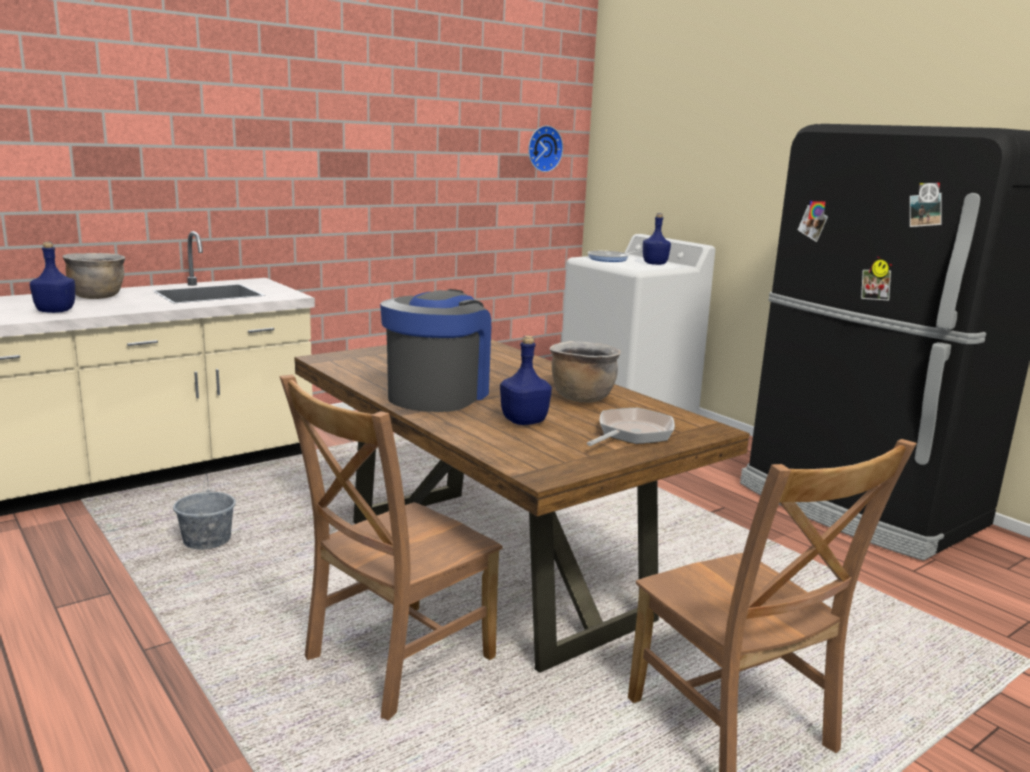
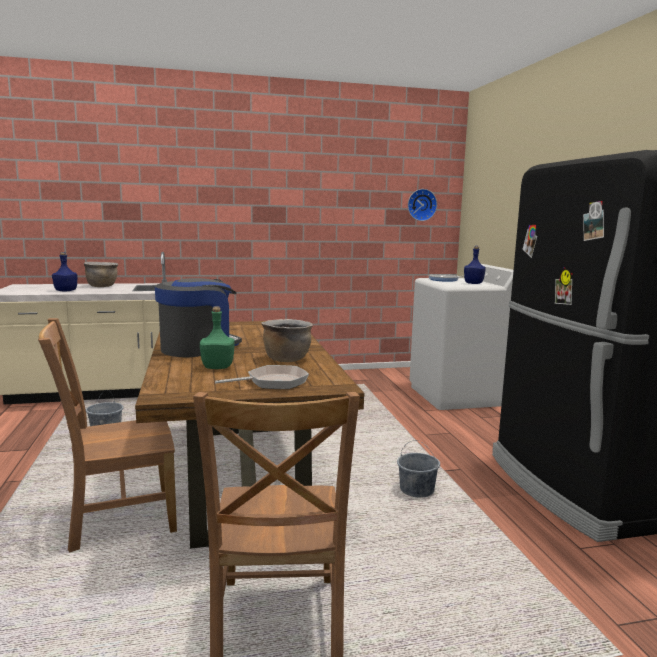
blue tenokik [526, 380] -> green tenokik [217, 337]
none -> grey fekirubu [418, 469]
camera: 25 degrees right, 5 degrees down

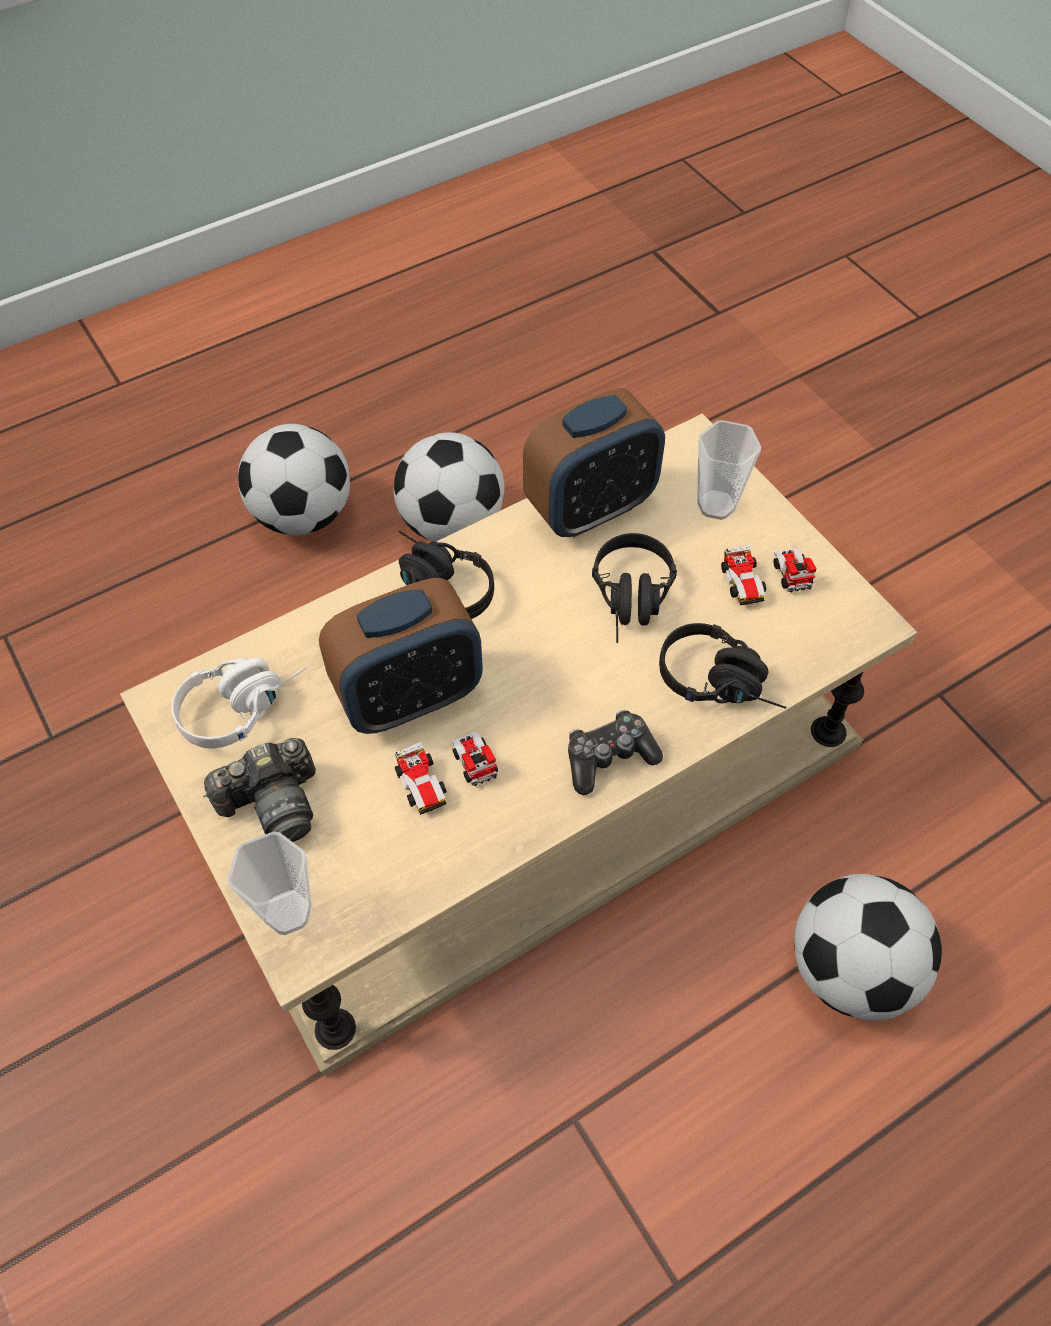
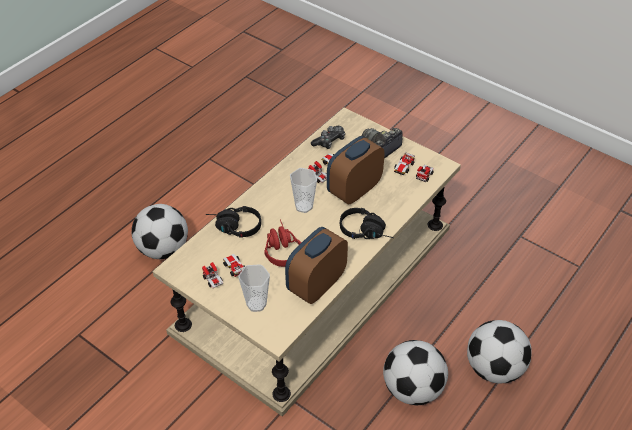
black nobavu [634, 588] -> red nobavu [283, 243]
white nobavu [239, 703] -> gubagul [414, 167]
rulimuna [615, 752] -> rulimuna [328, 137], move
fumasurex [269, 883] -> fumasurex [303, 190], move
camera: 160 degrees right, 10 degrees down

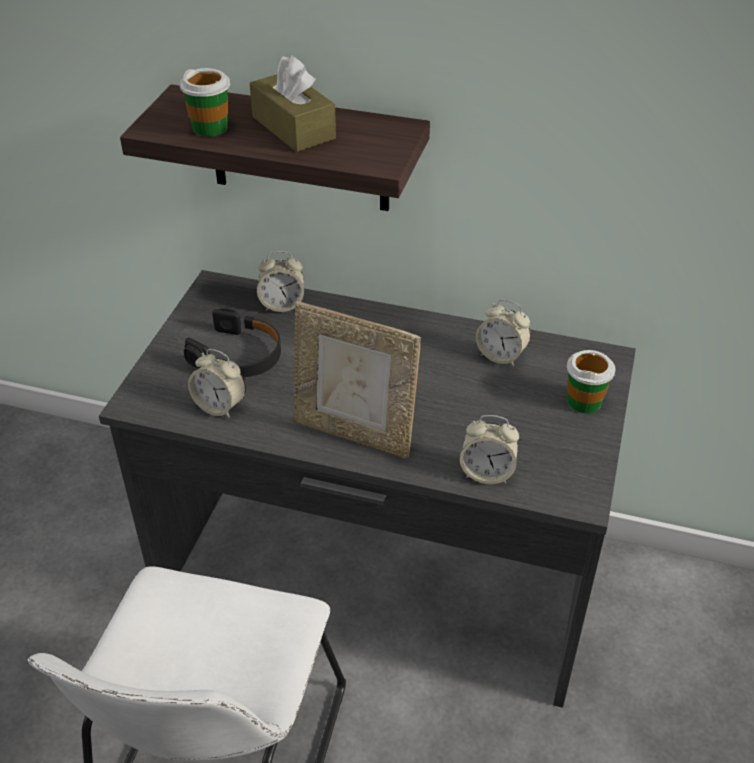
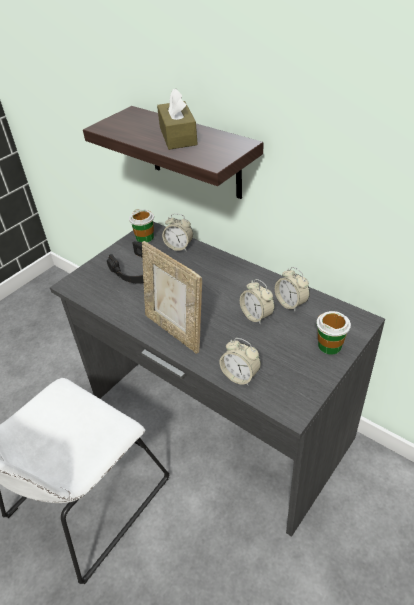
fumasurex [204, 102] -> fumasurex [141, 226], move
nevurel [217, 383] -> nevurel [257, 302], move
camera: 25 degrees right, 0 degrees up

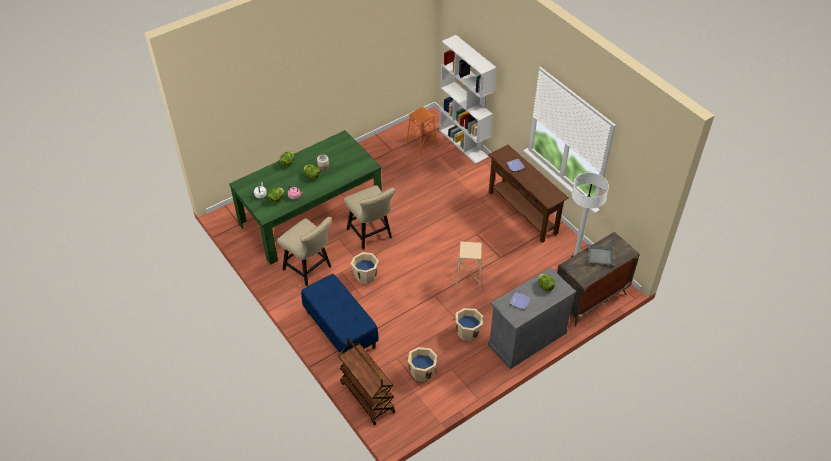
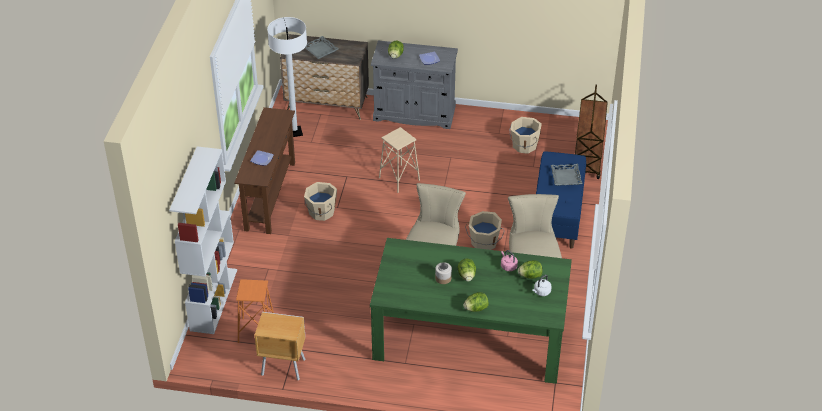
beige fekirubu [469, 324] -> beige fekirubu [320, 201], move
none -> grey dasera [567, 175]
none -> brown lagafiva [280, 346]
camera: 135 degrees left, 5 degrees down

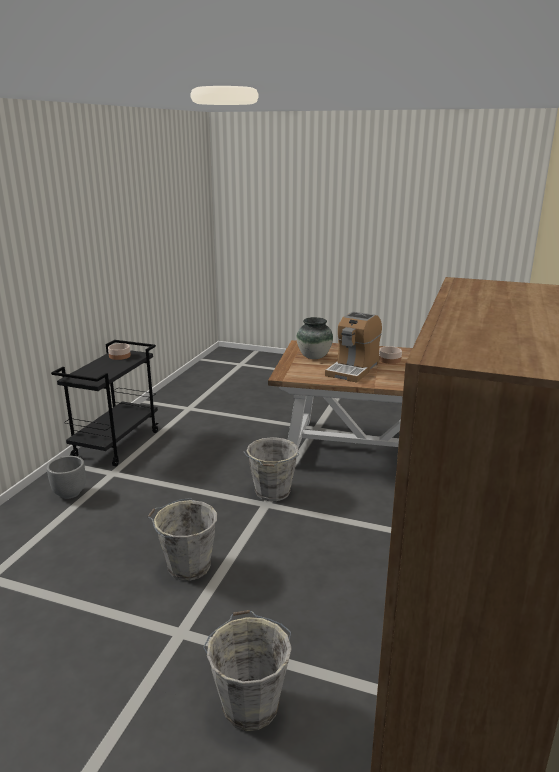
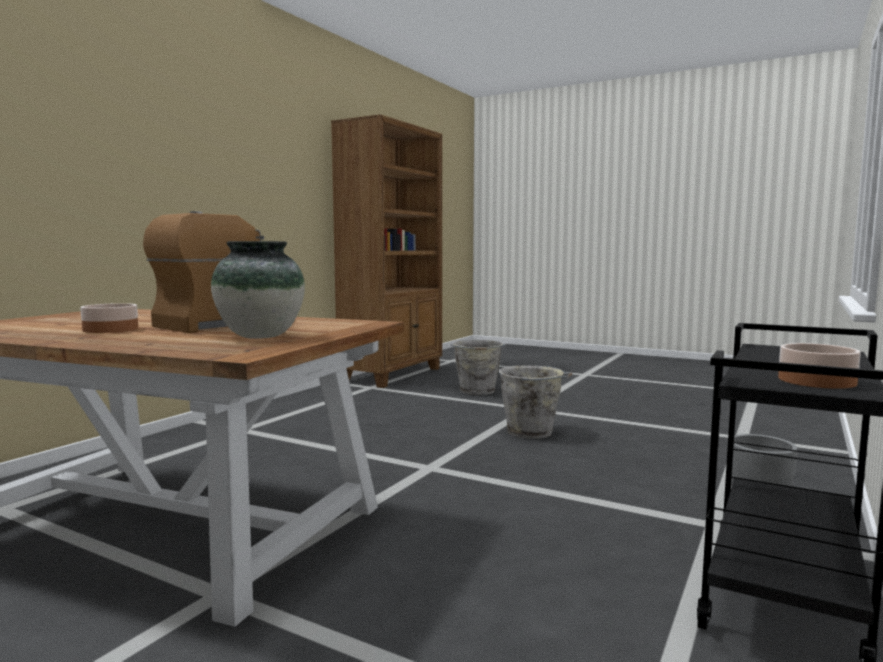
grey fekirubu [271, 469] -> none
camera: 170 degrees left, 15 degrees down

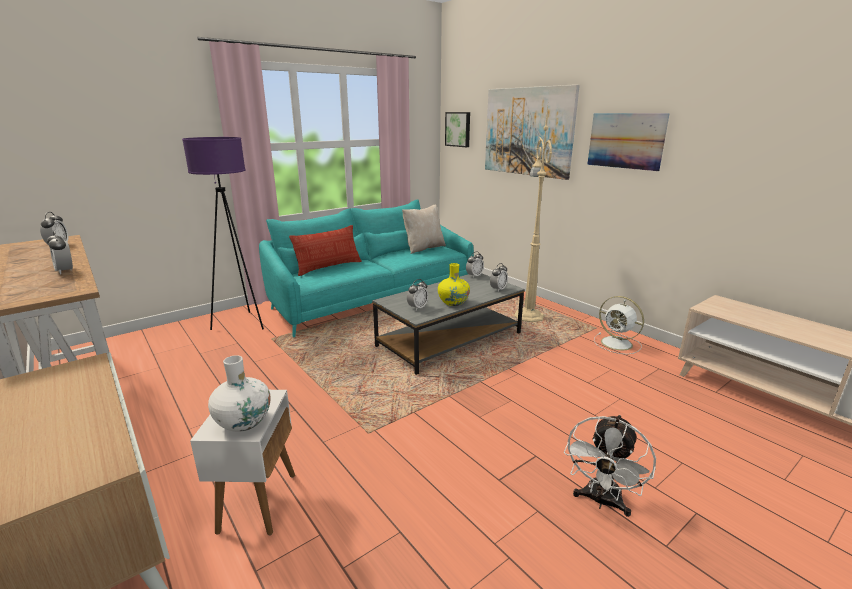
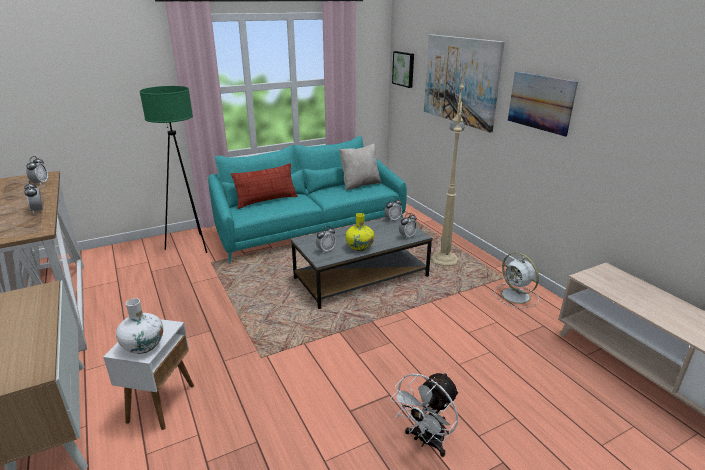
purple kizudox [223, 233] -> green kizudox [173, 169]
camera: 10 degrees right, 5 degrees up

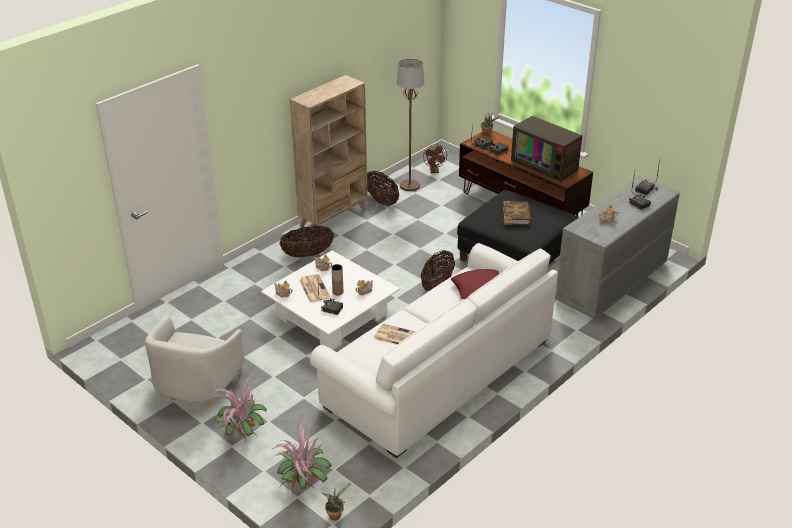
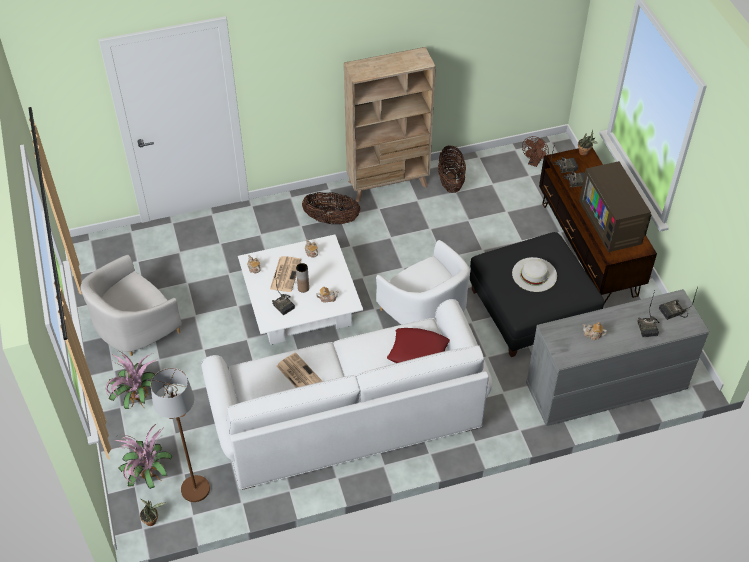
brown kizudox [410, 125] -> brown kizudox [180, 435], move
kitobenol [517, 213] -> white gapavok [534, 274]
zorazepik [437, 270] -> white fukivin [423, 282]
camera: 30 degrees right, 15 degrees up

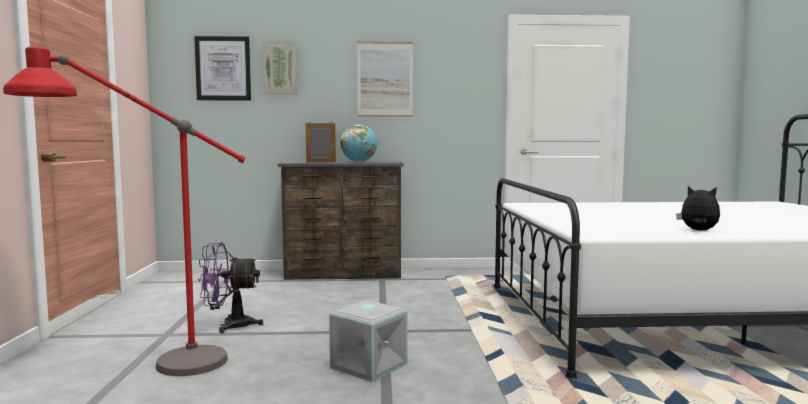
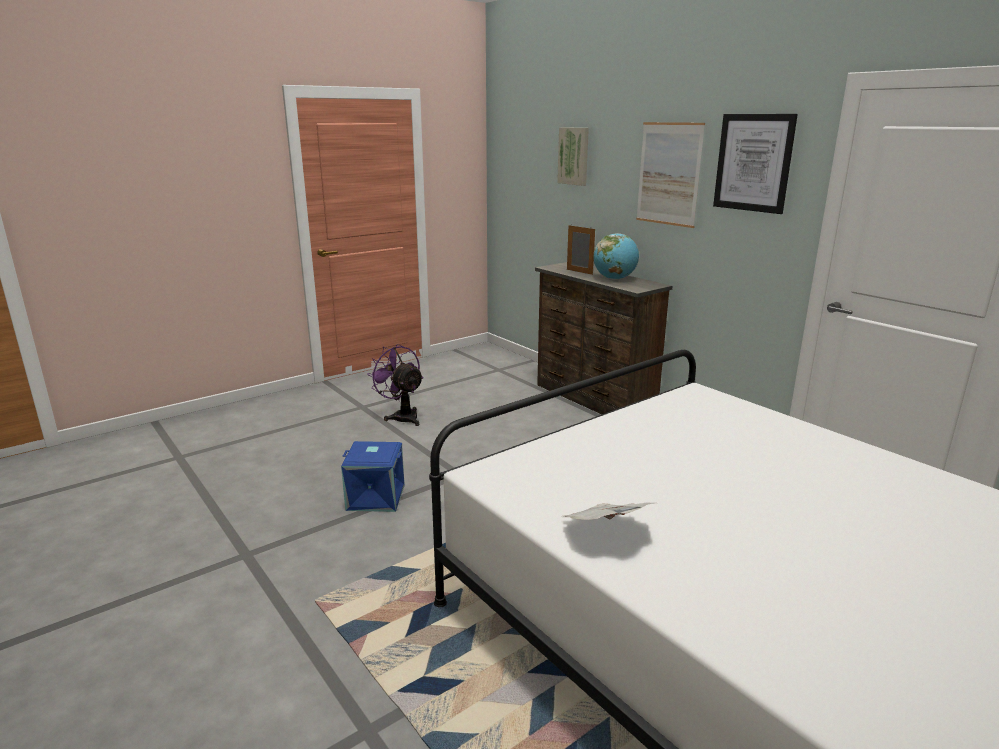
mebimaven [222, 68] -> mebimaven [755, 164], move
red kizudox [124, 211] -> none
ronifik [698, 208] -> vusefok [609, 511]
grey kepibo [368, 341] -> blue kepibo [373, 476]
camera: 55 degrees right, 15 degrees up

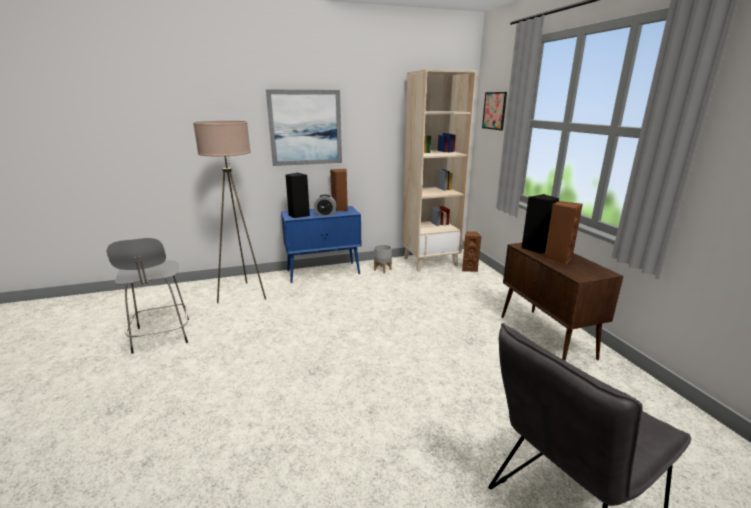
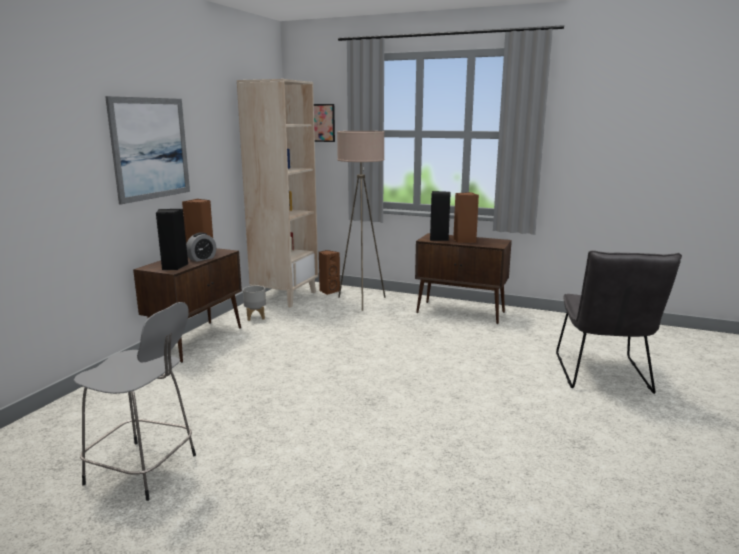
beige kizudox [229, 212] -> beige kizudox [361, 221], move
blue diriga [321, 244] -> brown diriga [187, 305]
camera: 50 degrees left, 5 degrees down

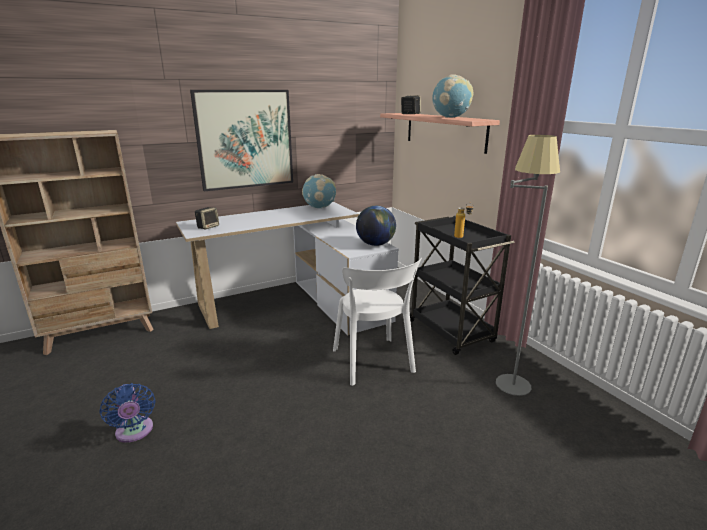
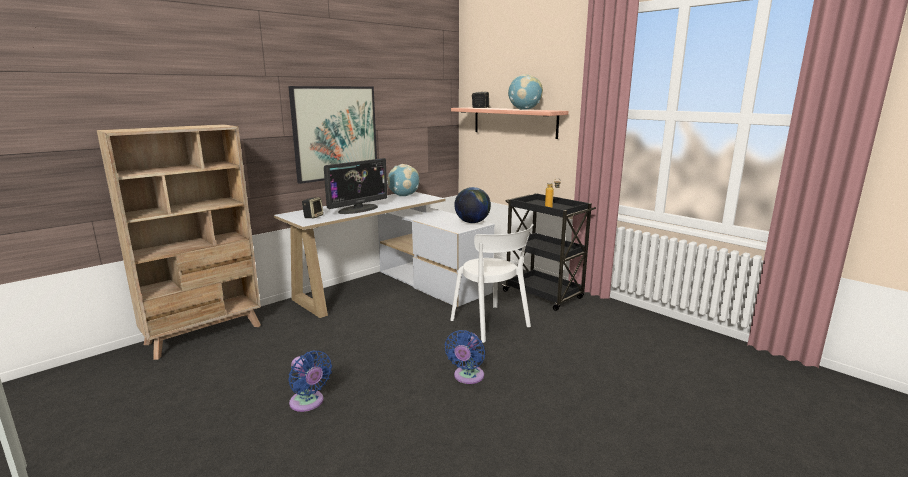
grey kizudox [528, 265] -> none
none -> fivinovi [355, 186]
none -> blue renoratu [465, 357]
camera: 15 degrees left, 5 degrees down

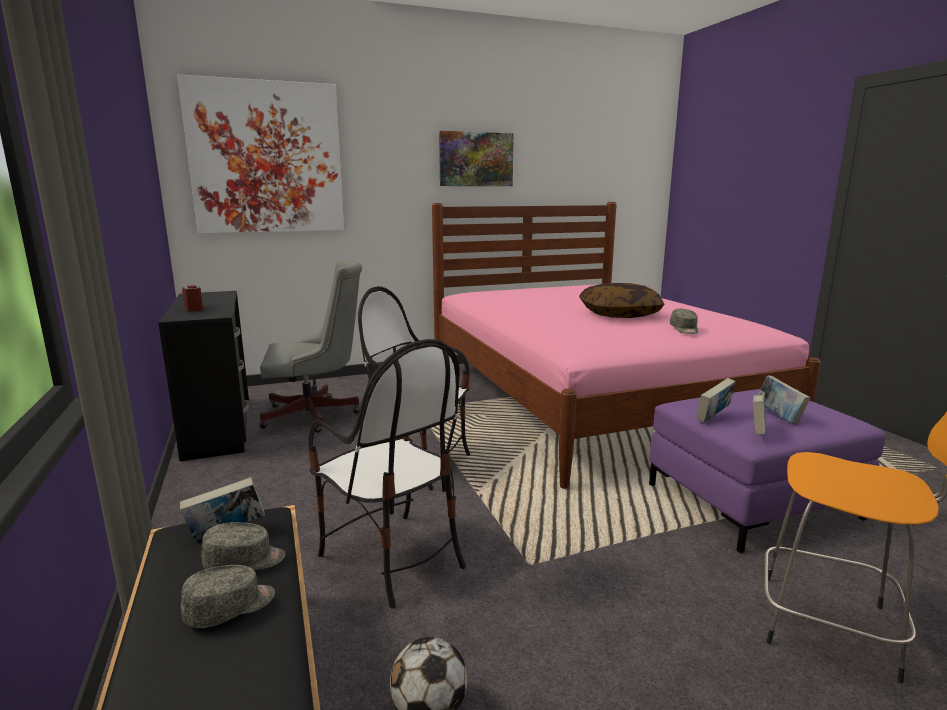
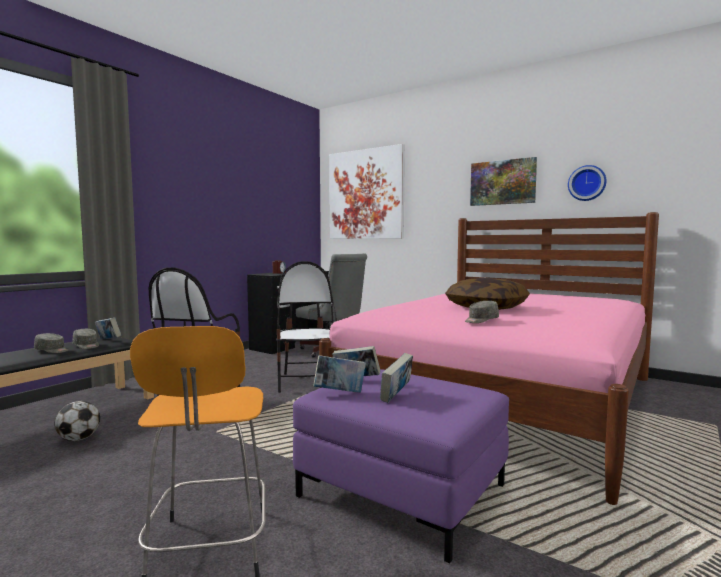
none -> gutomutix [587, 183]
camera: 55 degrees right, 10 degrees down

